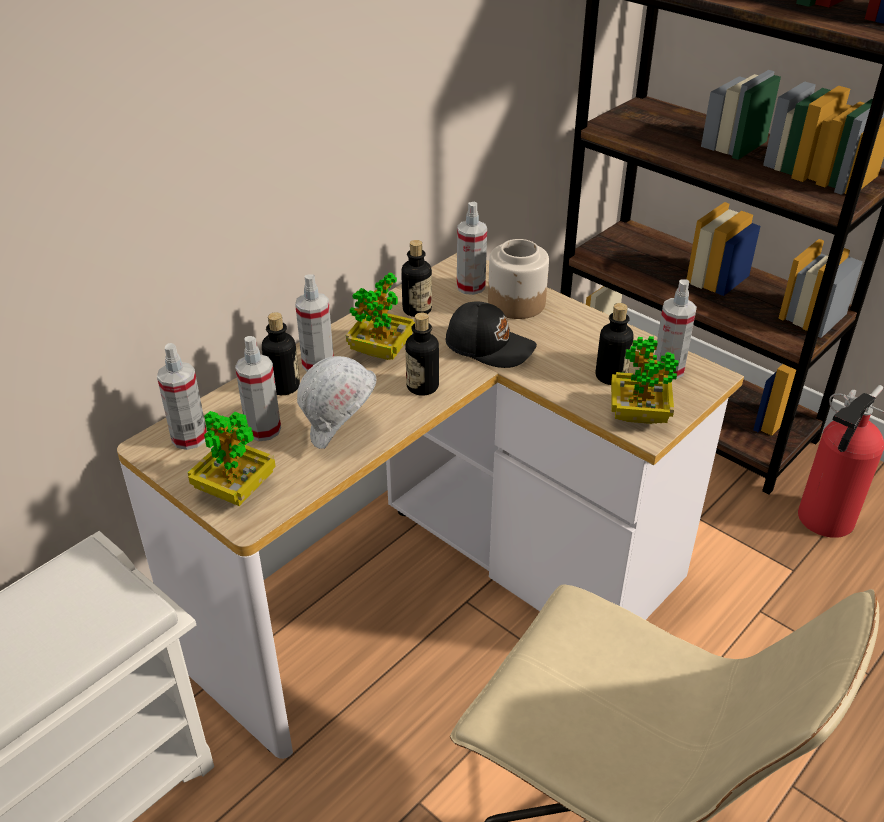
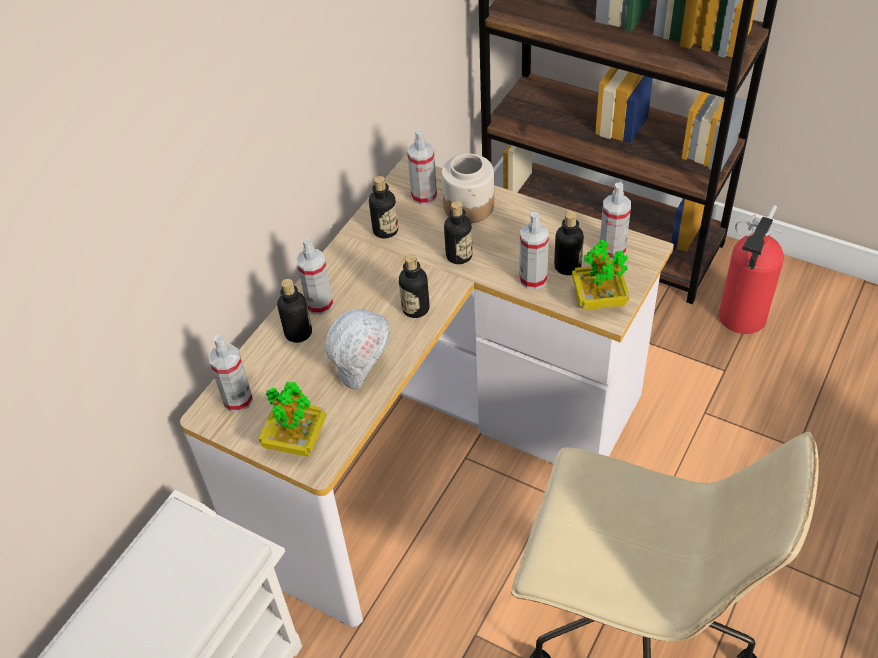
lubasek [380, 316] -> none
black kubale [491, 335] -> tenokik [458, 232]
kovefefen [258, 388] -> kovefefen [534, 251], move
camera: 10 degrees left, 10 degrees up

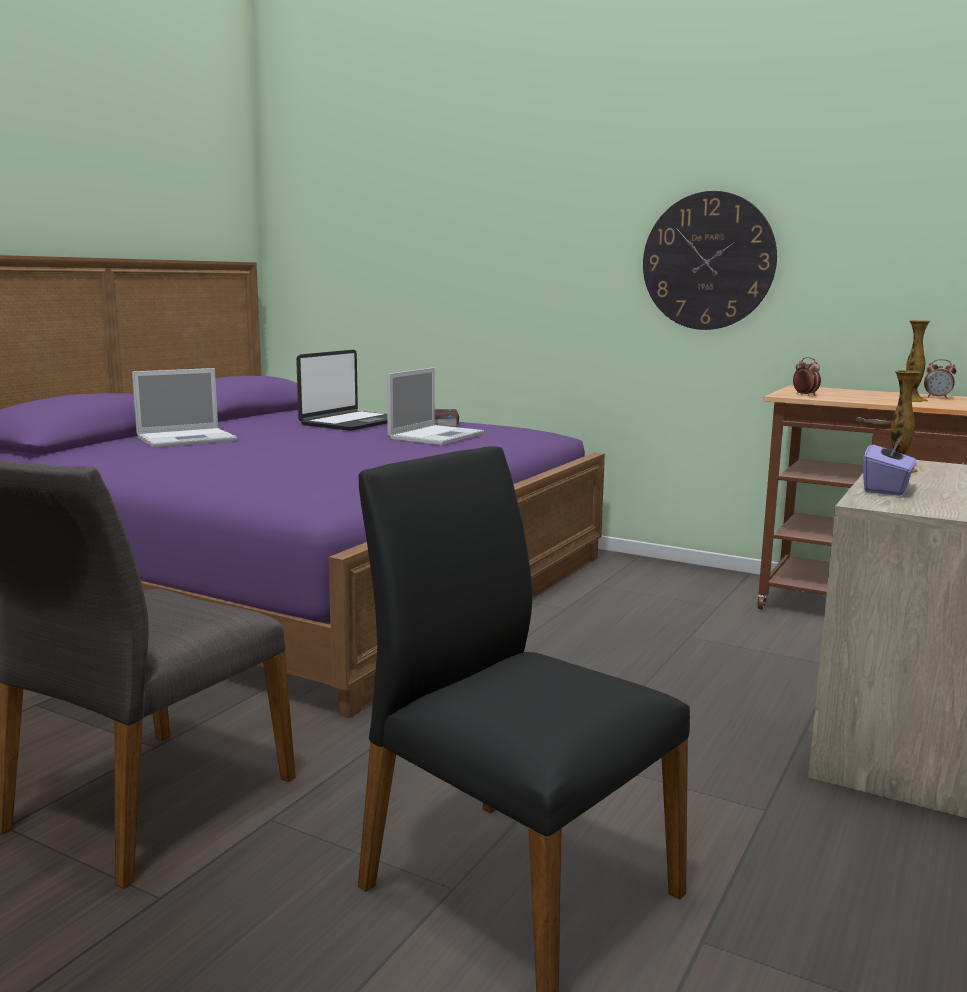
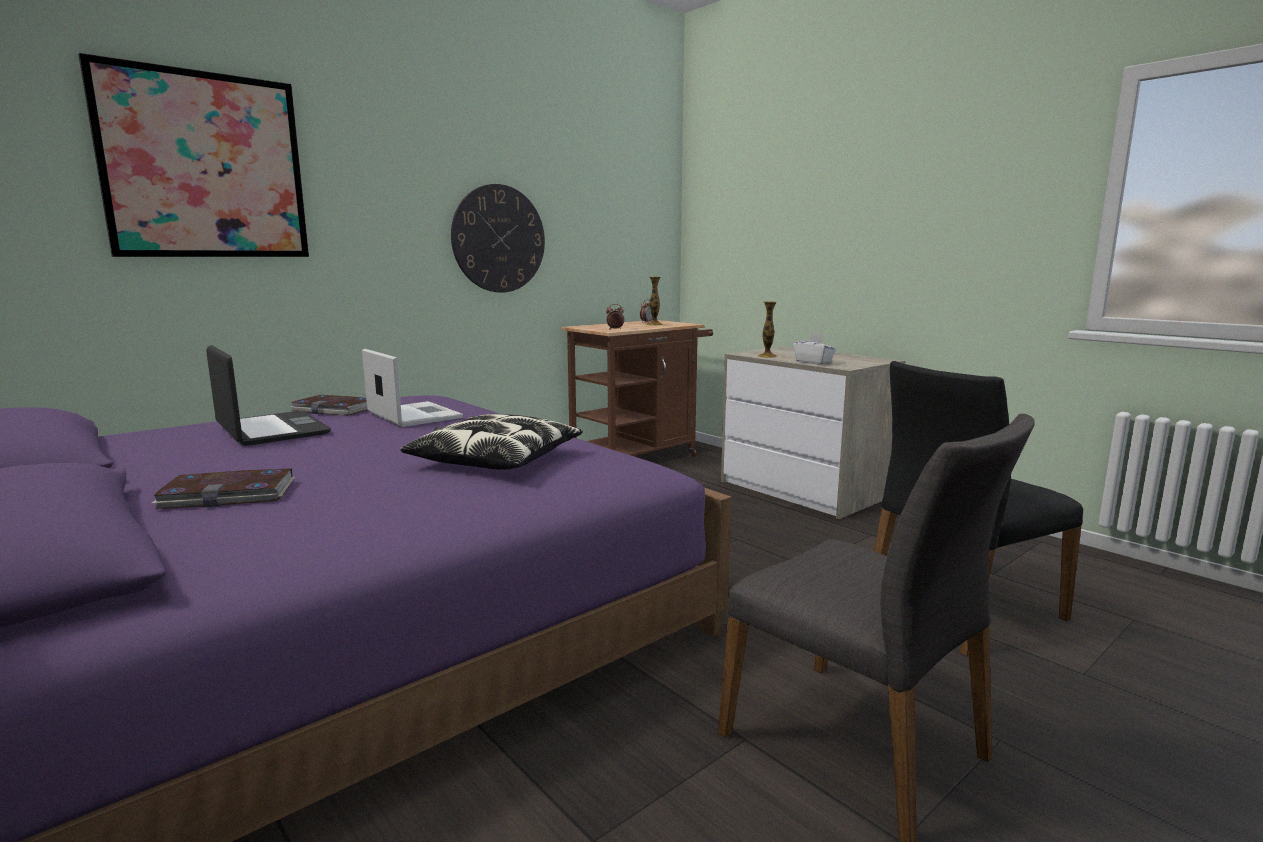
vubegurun [184, 408] -> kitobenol [223, 488]
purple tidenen [890, 466] -> white tidenen [814, 349]
none -> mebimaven [194, 155]
none -> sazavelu [491, 442]
camera: 70 degrees left, 0 degrees up

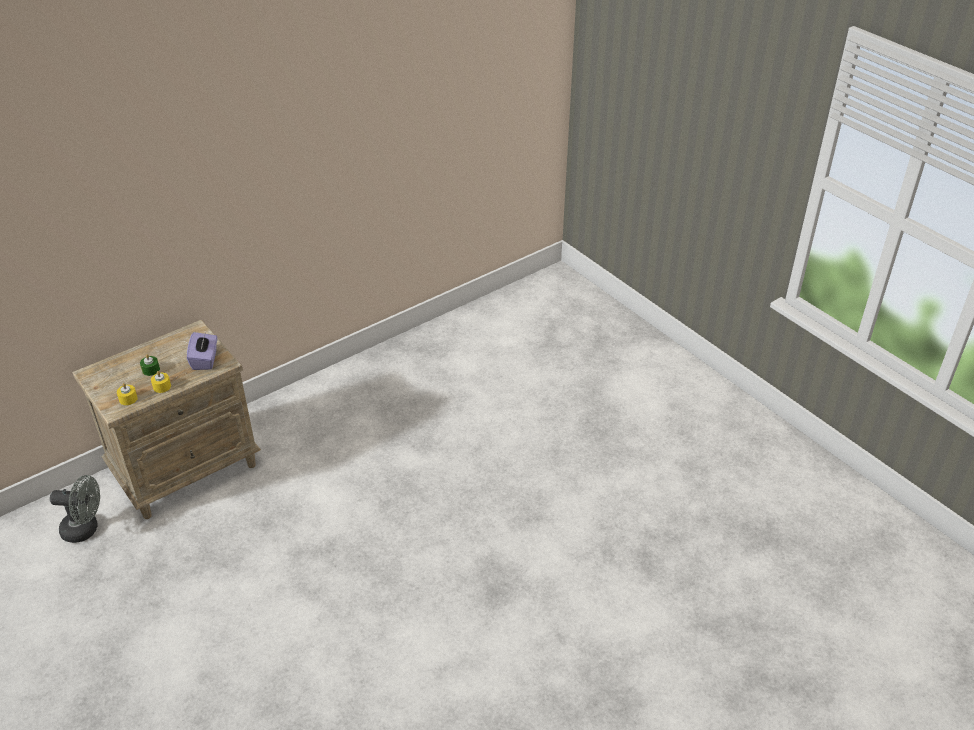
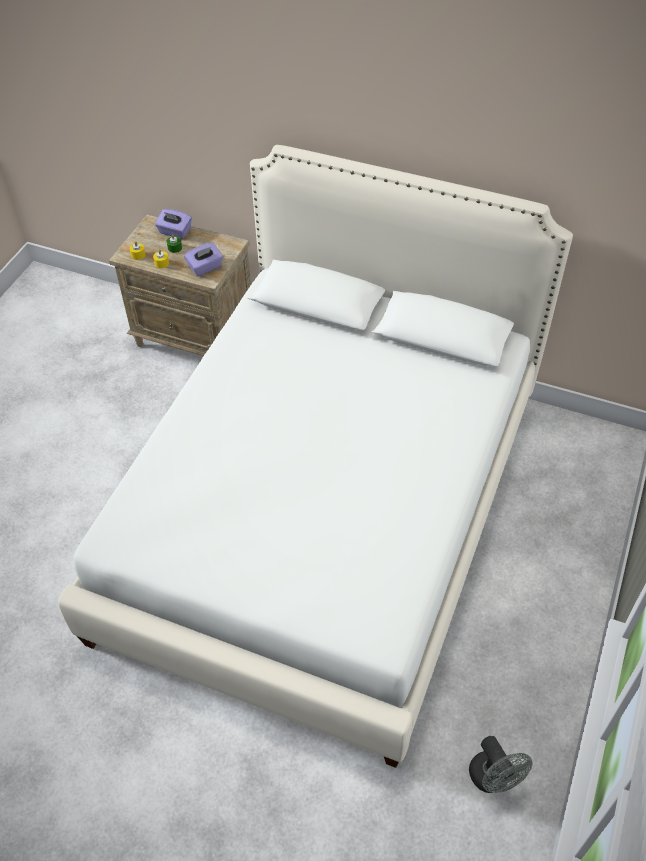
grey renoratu [75, 509] -> grey renoratu [500, 764], move
none -> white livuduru [315, 456]
none -> purple tidenen [173, 224]
camera: 60 degrees right, 10 degrees up

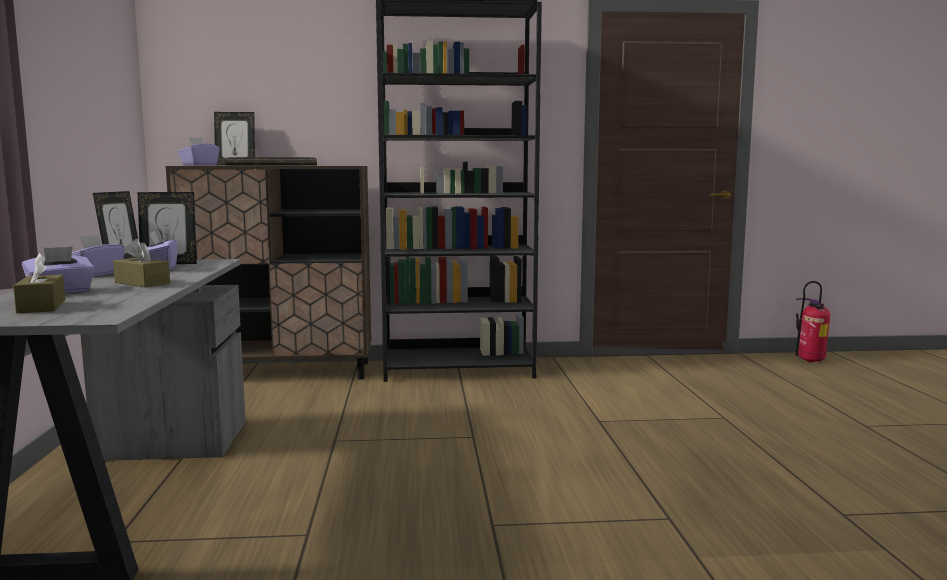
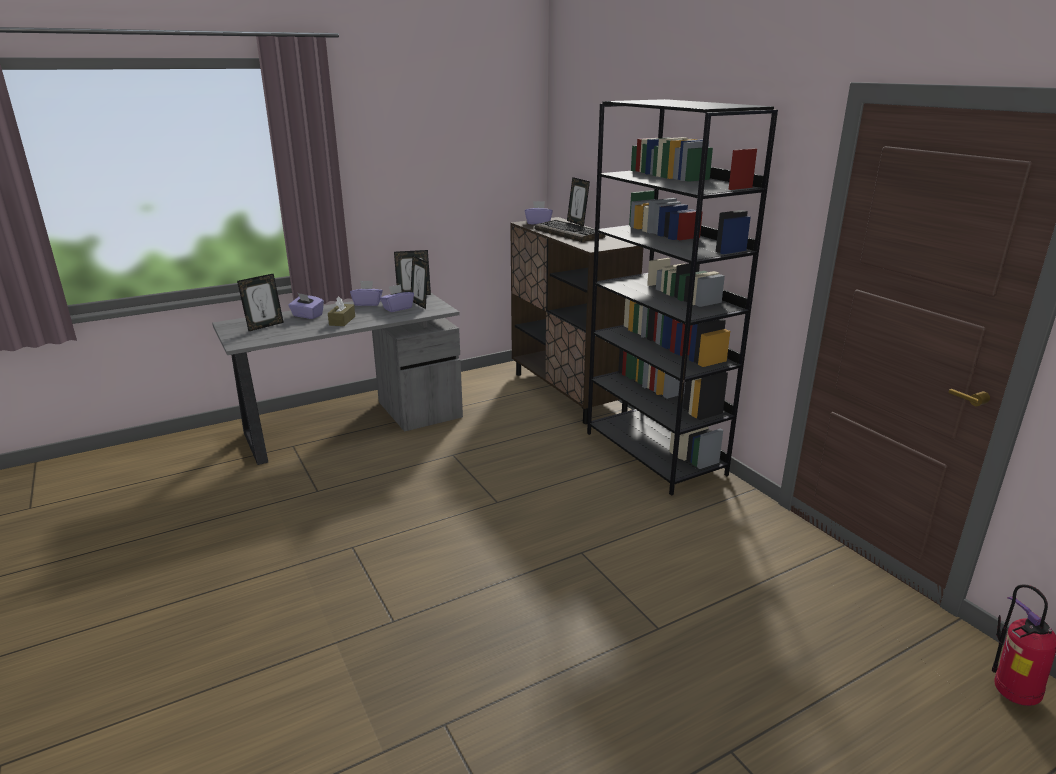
brown tidenen [39, 283] -> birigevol [260, 302]
camera: 65 degrees right, 15 degrees up

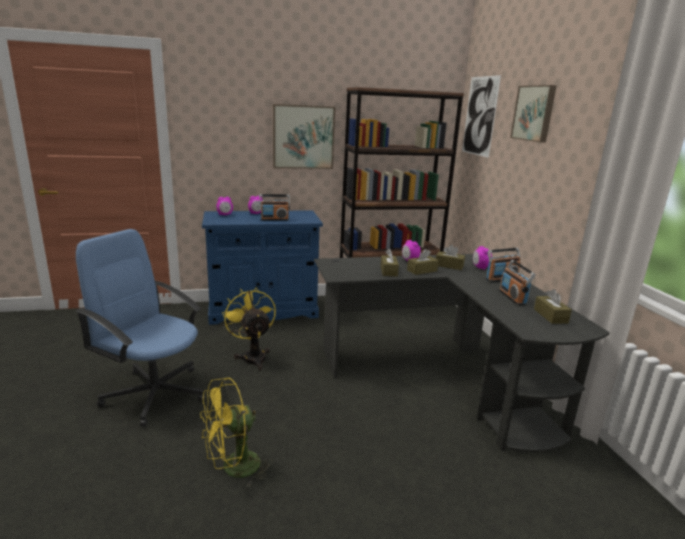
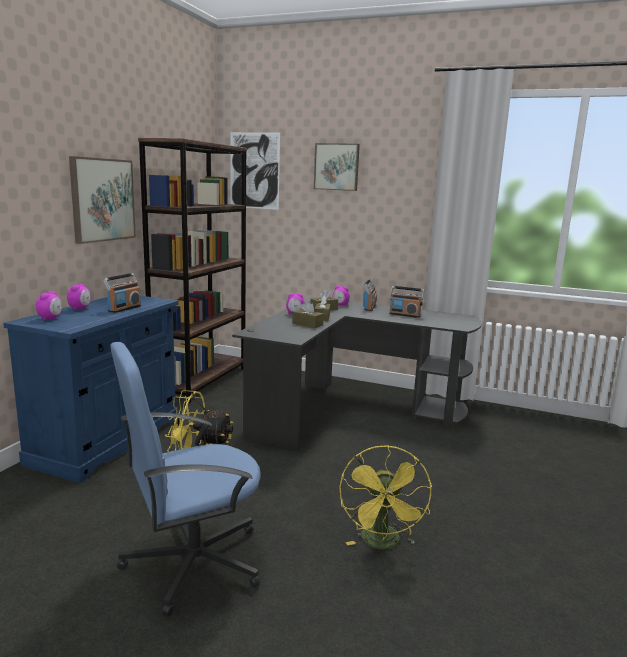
brown tidenen [553, 306] -> none
camera: 55 degrees left, 5 degrees down

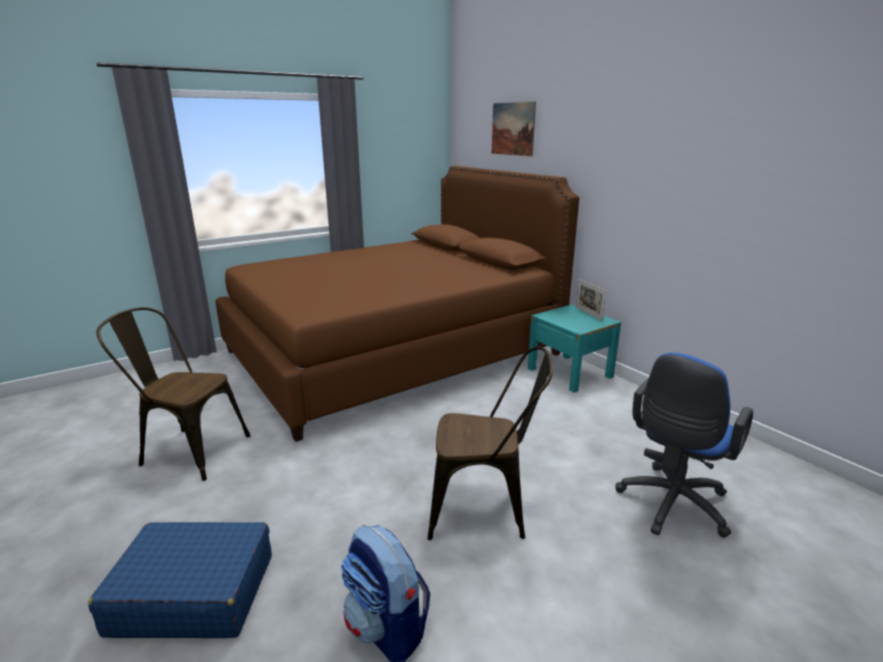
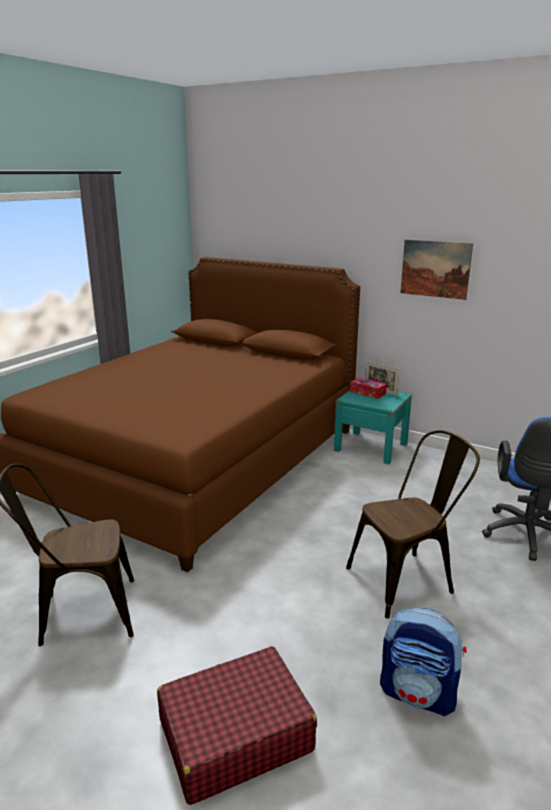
mebimaven [514, 128] -> mebimaven [436, 270], move
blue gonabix [180, 580] -> red gonabix [237, 725]
none -> tidenen [368, 388]
camera: 25 degrees left, 0 degrees up

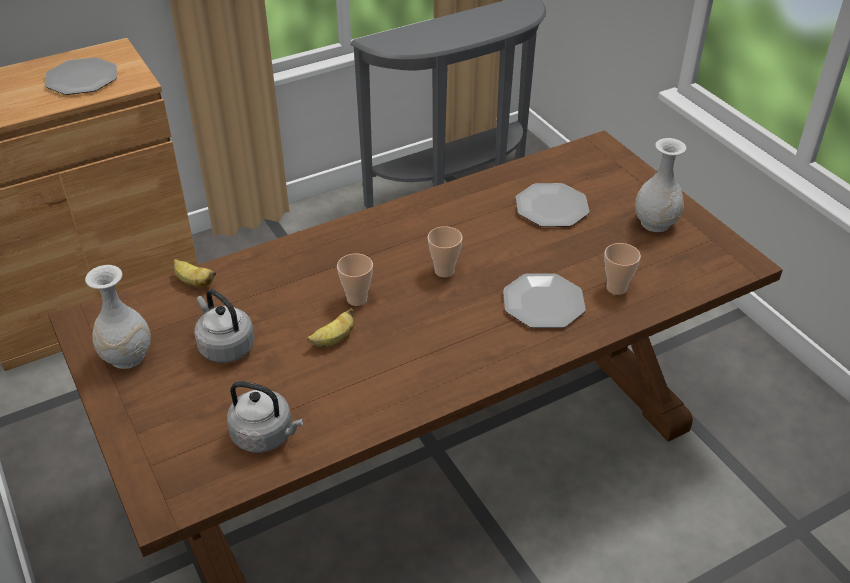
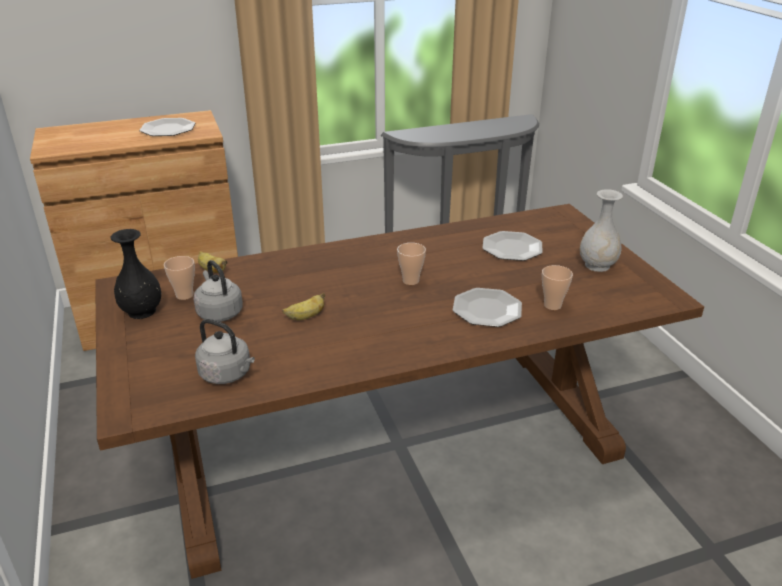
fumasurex [355, 280] -> fumasurex [179, 278], move
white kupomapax [118, 317] -> black kupomapax [135, 274]
camera: 10 degrees right, 10 degrees down

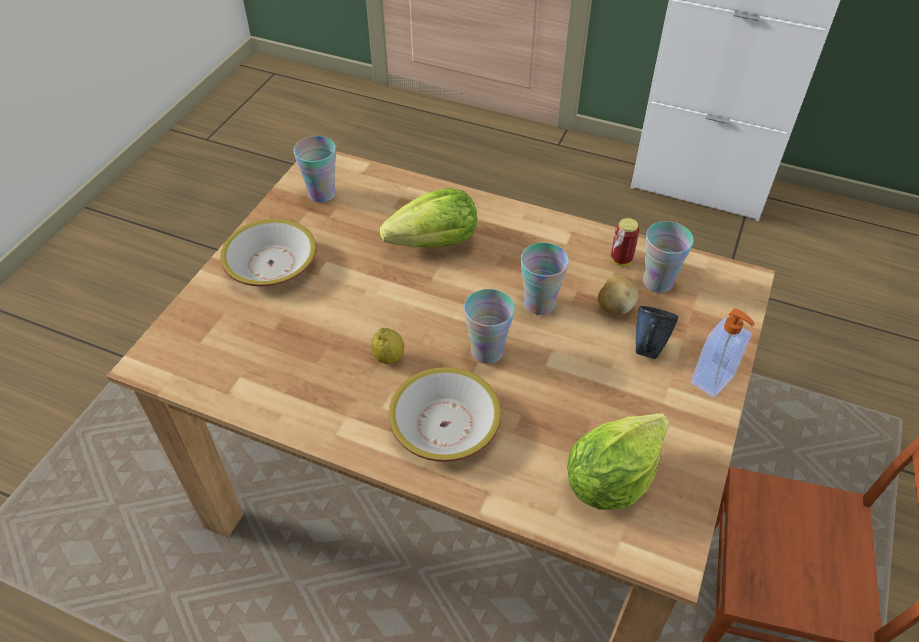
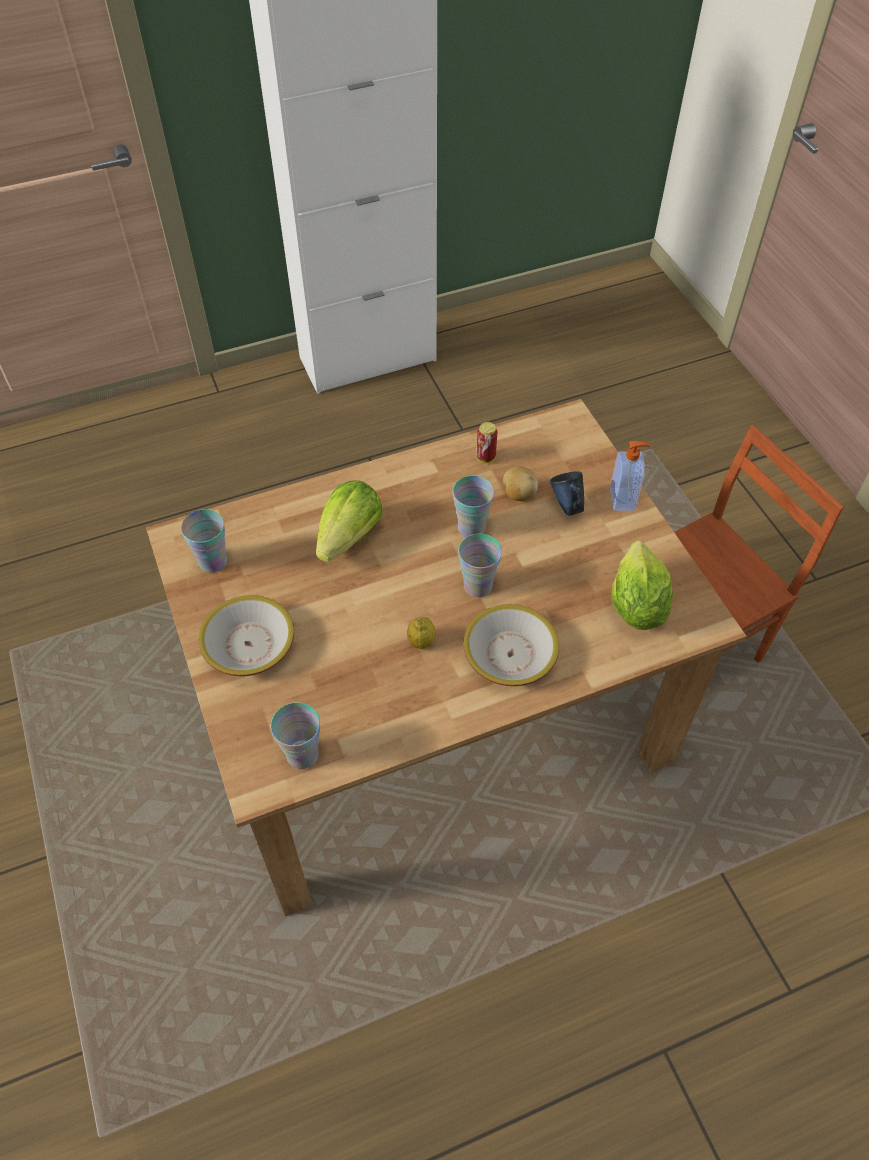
fumasurex [668, 257] -> fumasurex [295, 735], move
camera: 45 degrees left, 5 degrees up

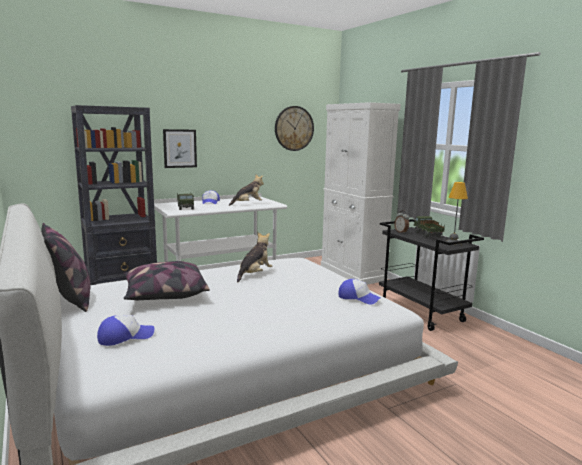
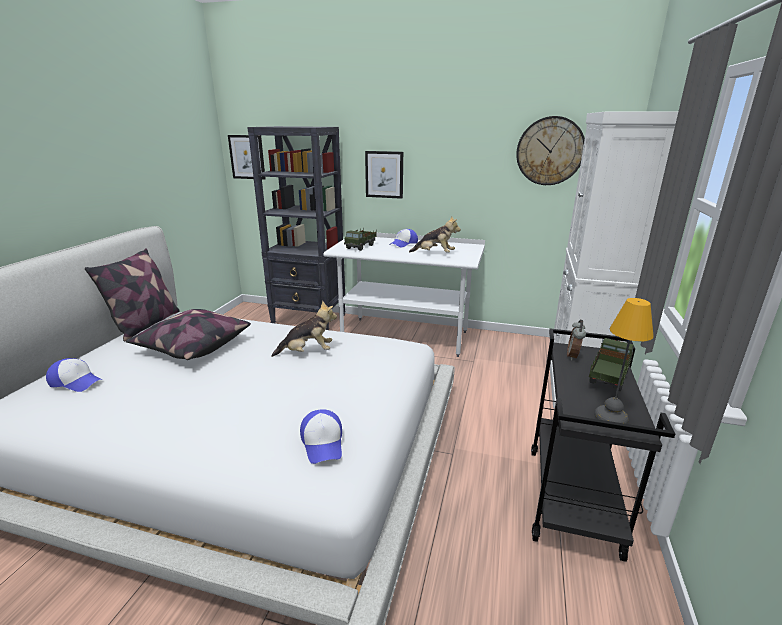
none -> mebimaven [247, 157]
camera: 45 degrees right, 10 degrees up

